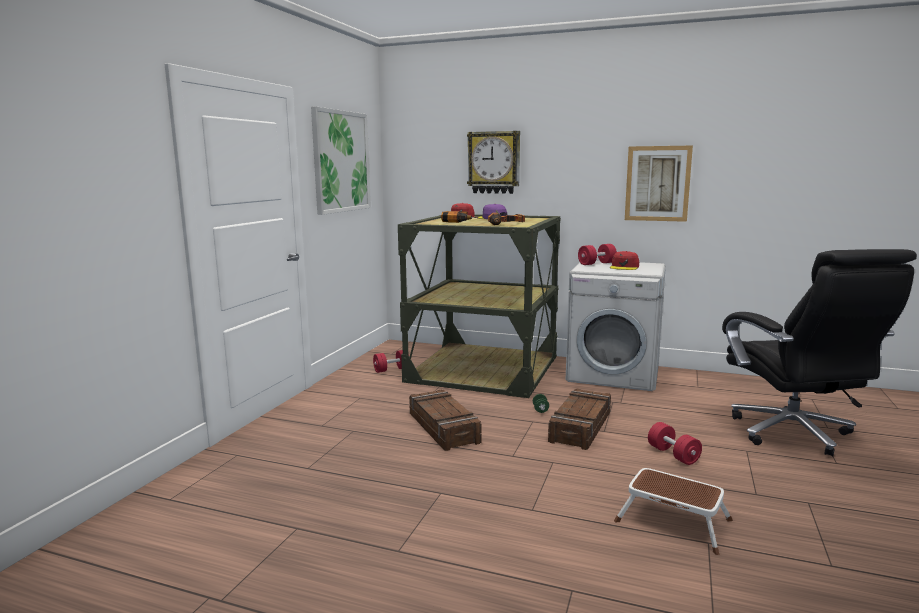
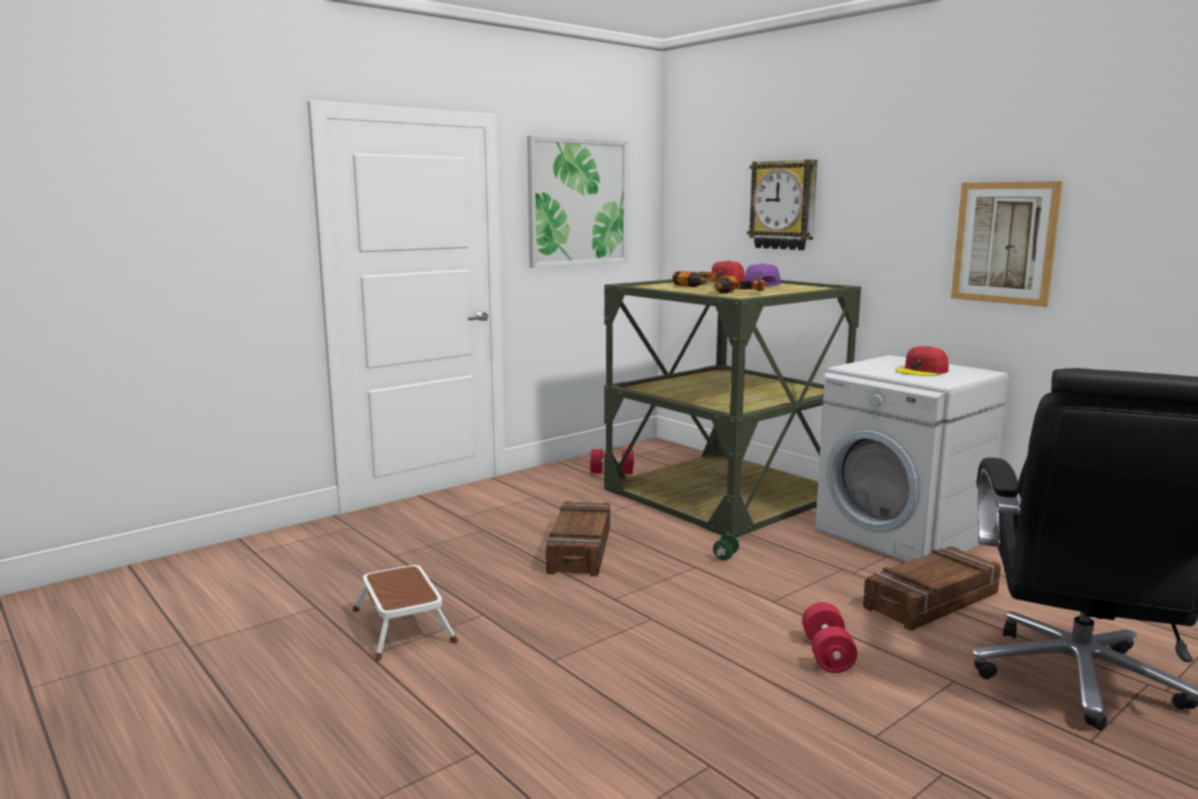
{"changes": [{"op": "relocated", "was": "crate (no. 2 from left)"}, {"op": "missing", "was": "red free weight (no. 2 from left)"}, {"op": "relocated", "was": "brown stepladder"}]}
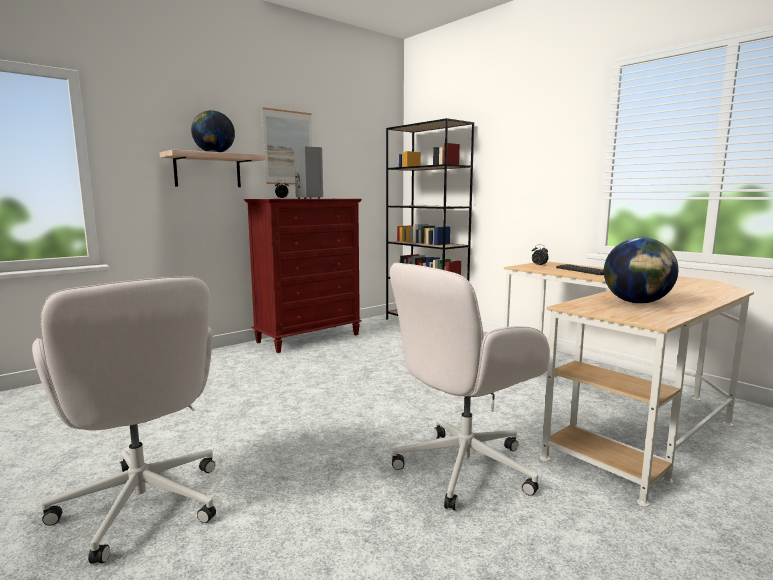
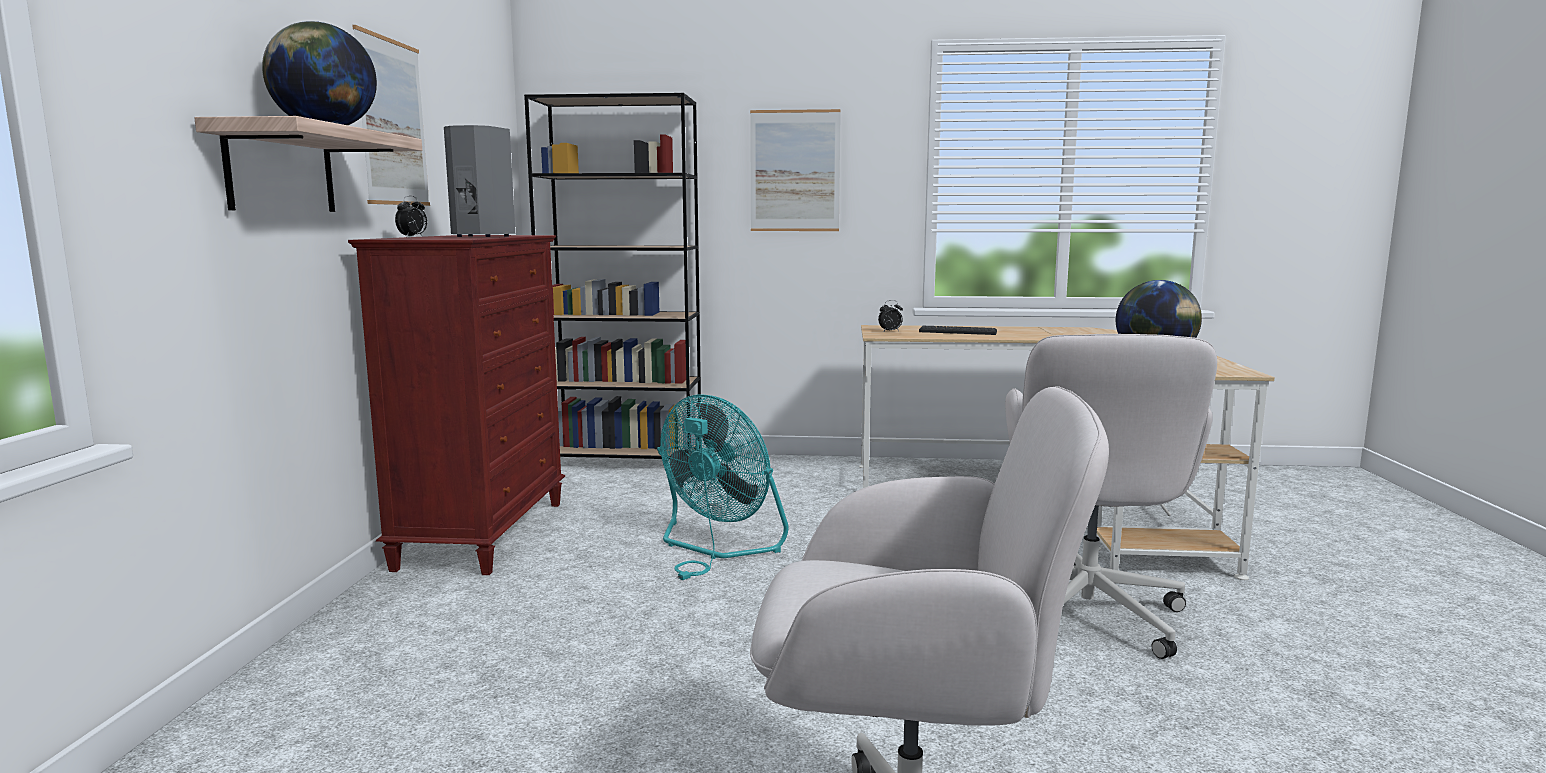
{"changes": [{"op": "appeared", "now": "blue-green fan"}, {"op": "appeared", "now": "picture (no. 2 from left)"}]}
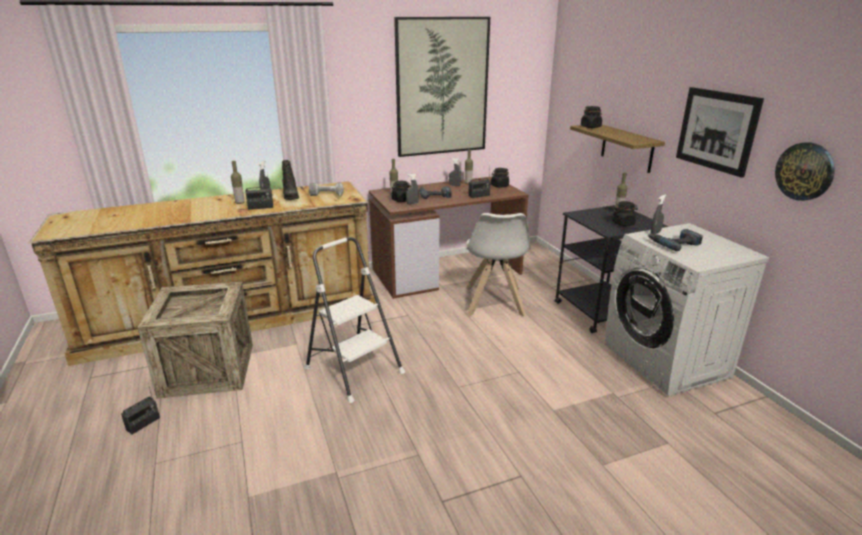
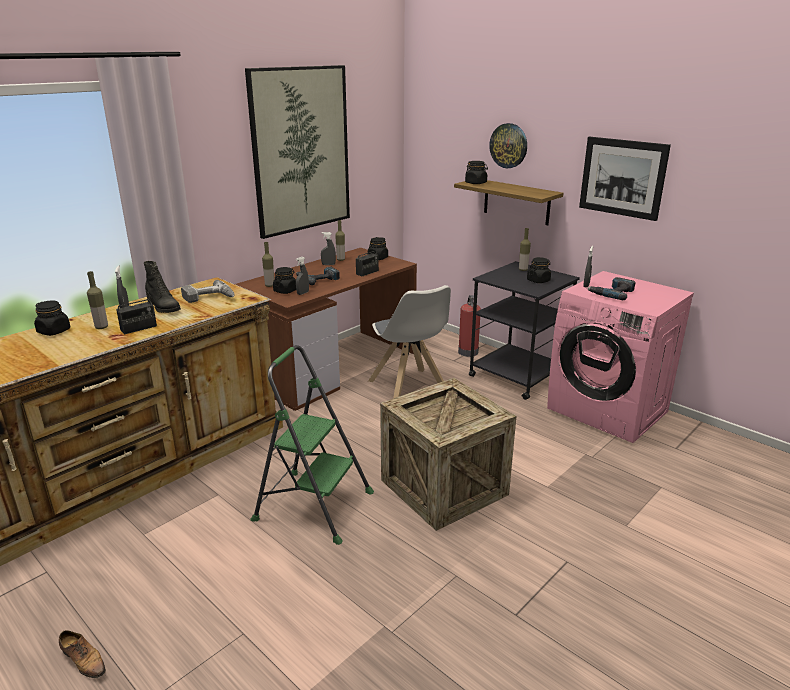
{"changes": [{"op": "exchanged", "was": "radio set (no. 1 from left)", "now": "item of footwear"}, {"op": "relocated", "was": "crate"}, {"op": "colour", "was": "whitish stepladder", "now": "green-coloured stepladder"}, {"op": "colour", "was": "whitish laundry appliance", "now": "pinkish laundry appliance"}, {"op": "relocated", "was": "clock on the wall"}, {"op": "appeared", "now": "blackish preserve jar (no. 1 from left)"}, {"op": "appeared", "now": "fire extinguisher"}]}
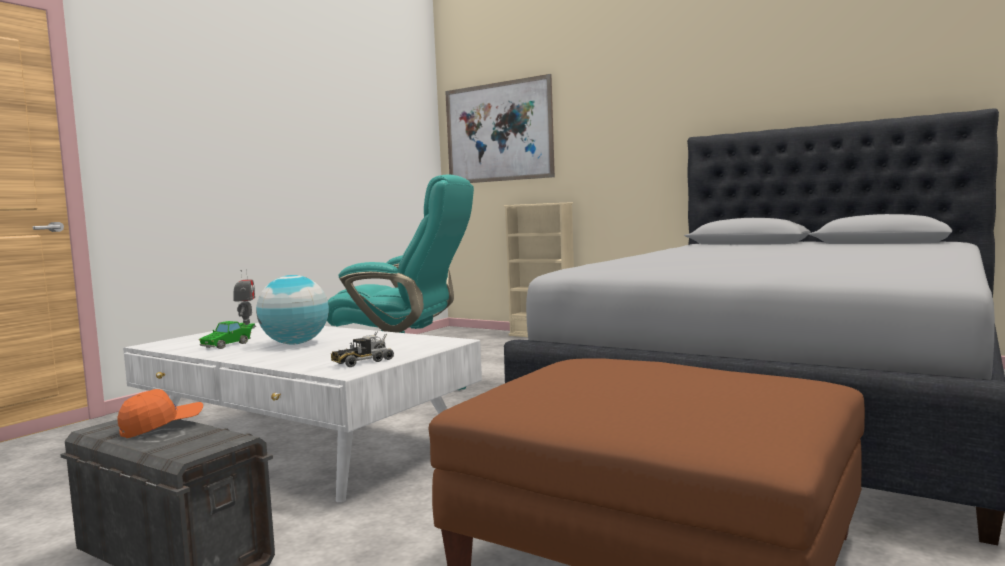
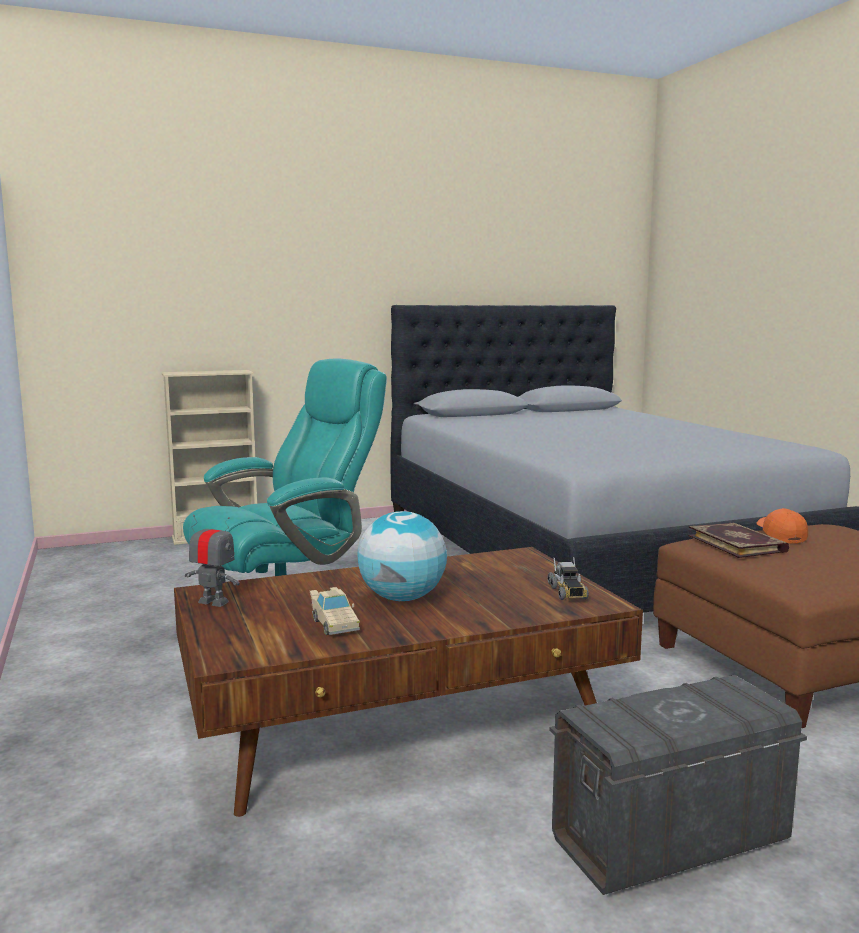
{"changes": [{"op": "relocated", "was": "orange-coloured peaked cap"}, {"op": "colour", "was": "whitish low table", "now": "brown low table"}, {"op": "colour", "was": "green-coloured miniature car", "now": "beige miniature car"}, {"op": "missing", "was": "picture"}, {"op": "appeared", "now": "book"}]}
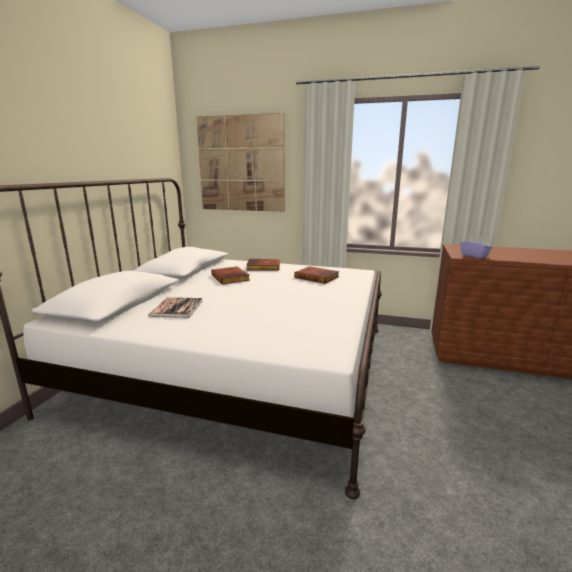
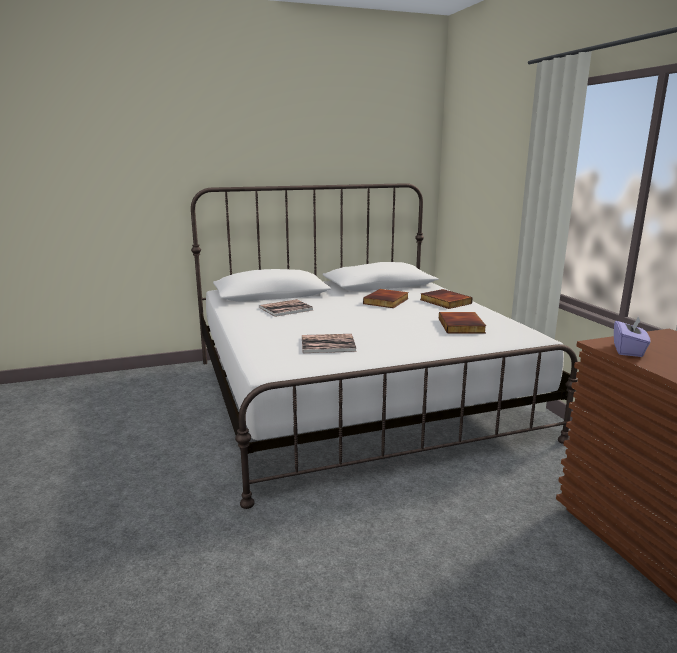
{"changes": [{"op": "missing", "was": "picture"}, {"op": "appeared", "now": "book (no. 2 from left)"}]}
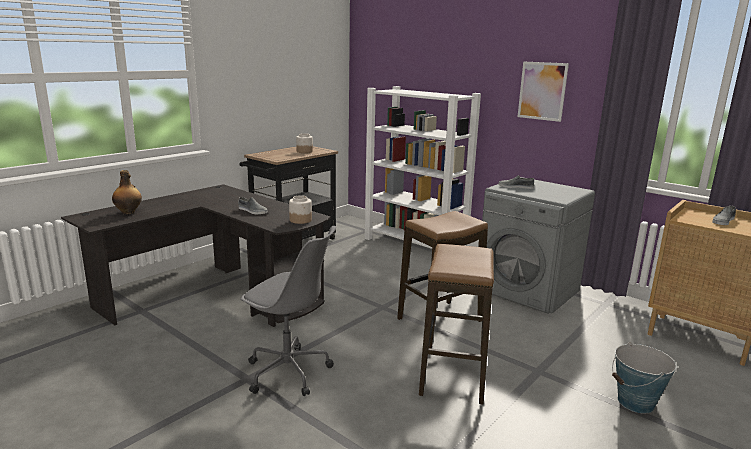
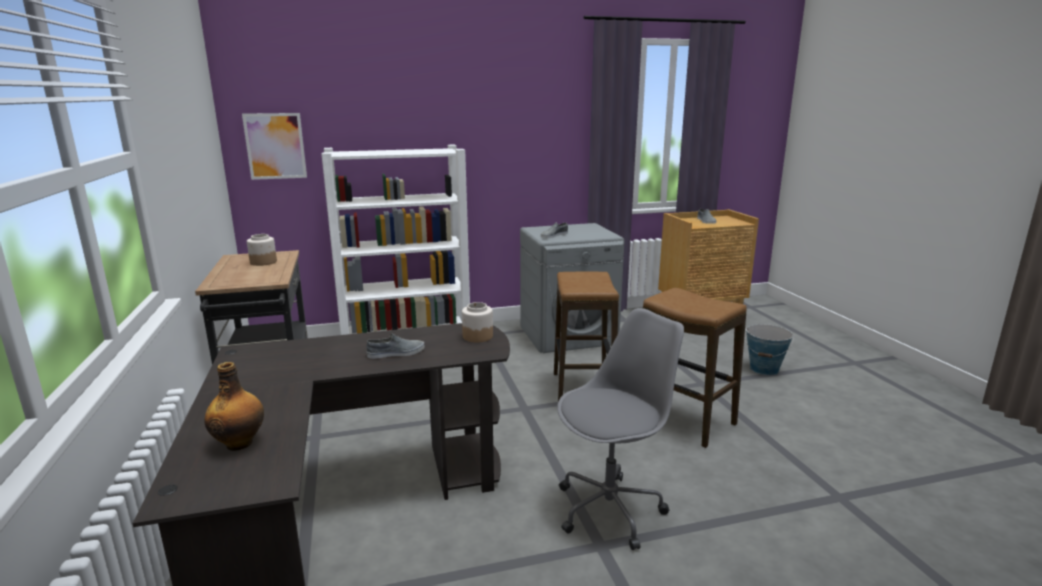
{"changes": [{"op": "relocated", "was": "picture"}]}
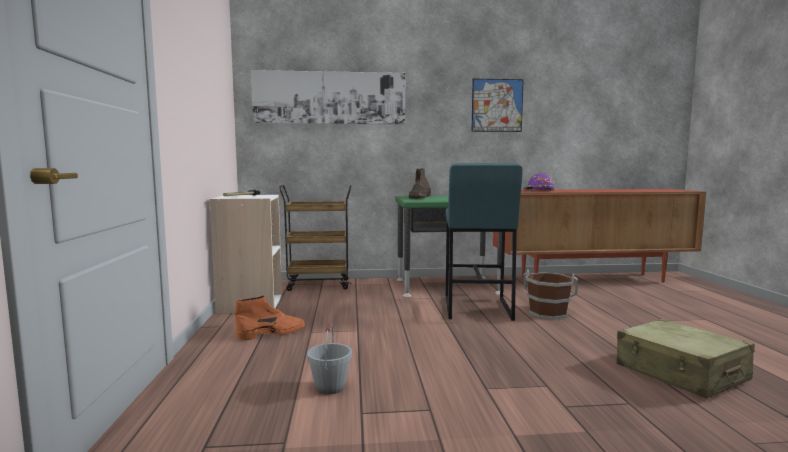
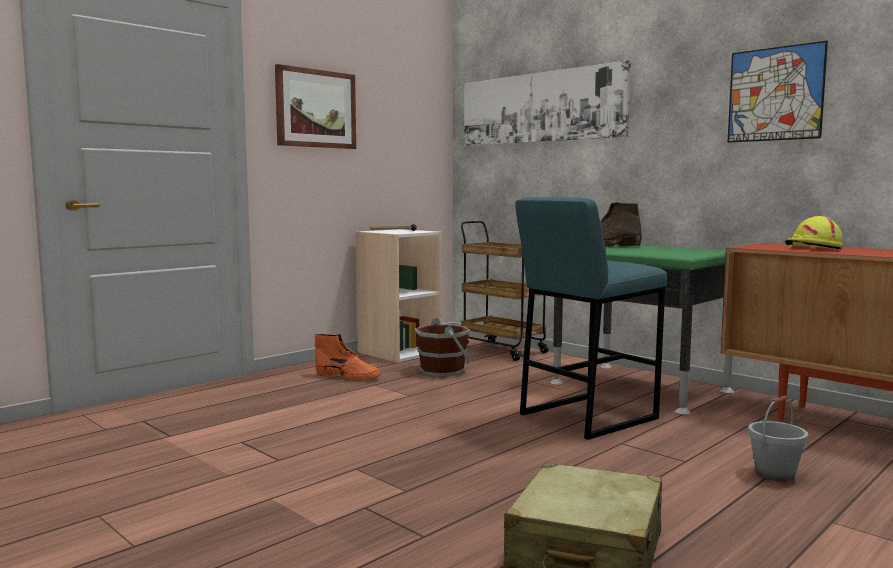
{"changes": [{"op": "relocated", "was": "grey pail"}, {"op": "colour", "was": "purplish safety helmet", "now": "yellowish safety helmet"}, {"op": "relocated", "was": "brown pail"}, {"op": "appeared", "now": "picture (no. 1 from left)"}]}
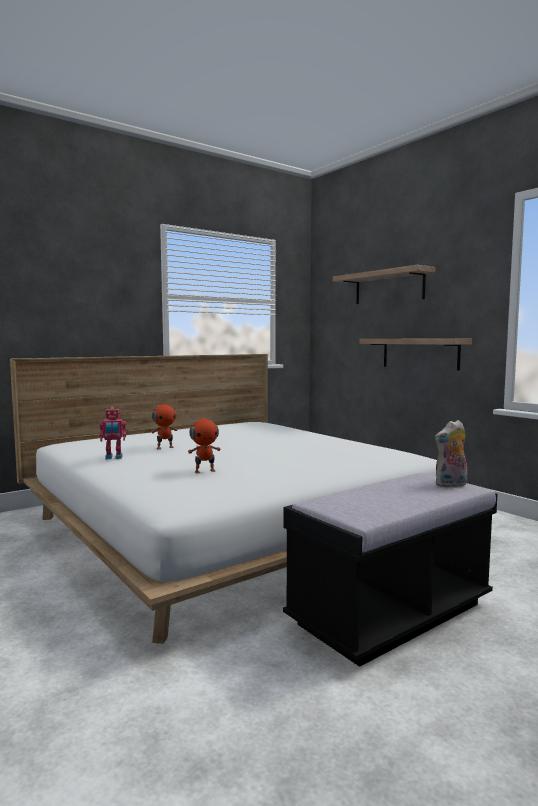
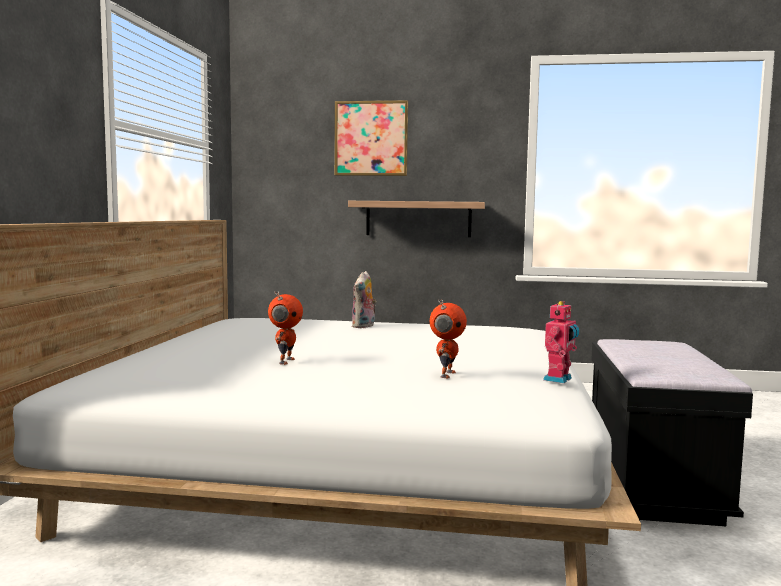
{"changes": [{"op": "relocated", "was": "model robot (no. 1 from left in the first image)", "now": "model robot (no. 3 from left)"}, {"op": "exchanged", "was": "bracket shelf (no. 1 from left)", "now": "picture"}, {"op": "relocated", "was": "cuddly toy"}]}
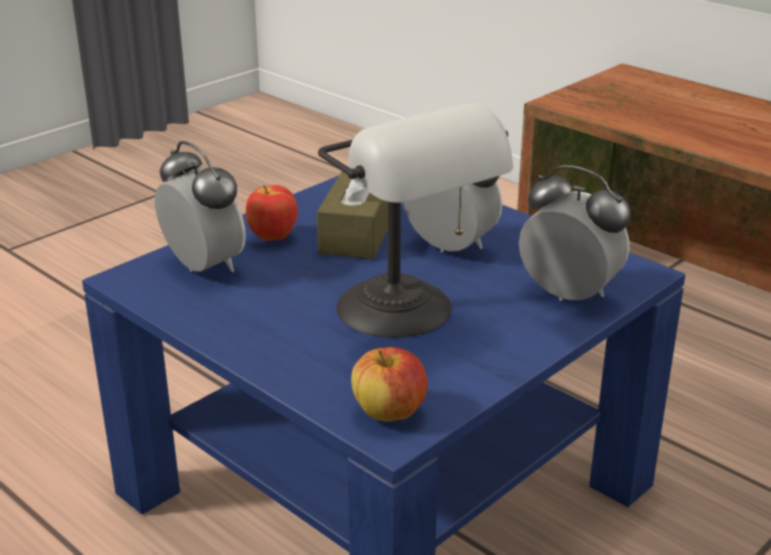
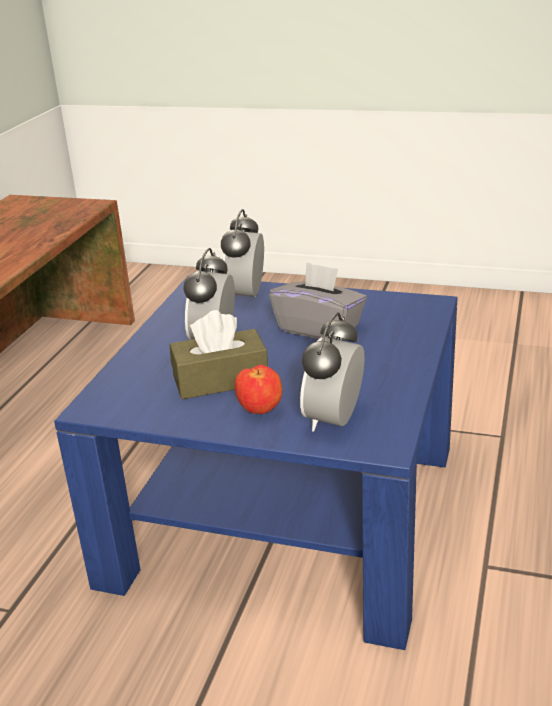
{"changes": [{"op": "exchanged", "was": "table lamp", "now": "grey tissue holder"}, {"op": "missing", "was": "whole apple (no. 2 from left)"}]}
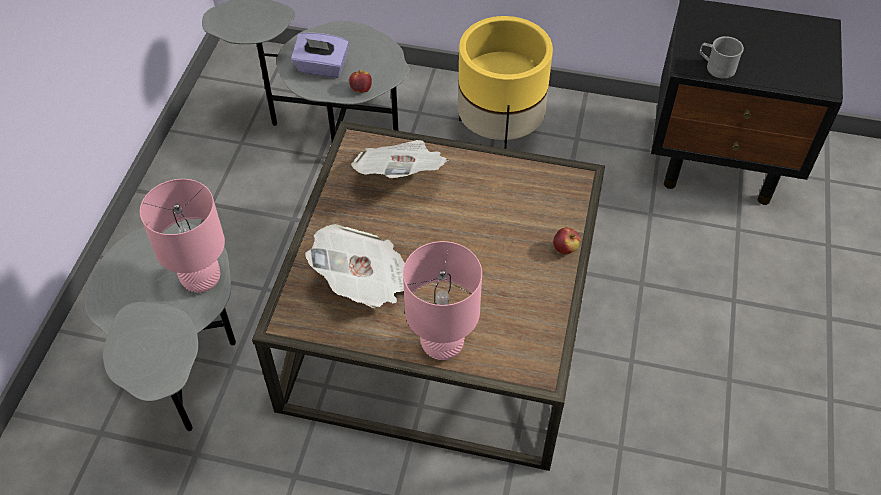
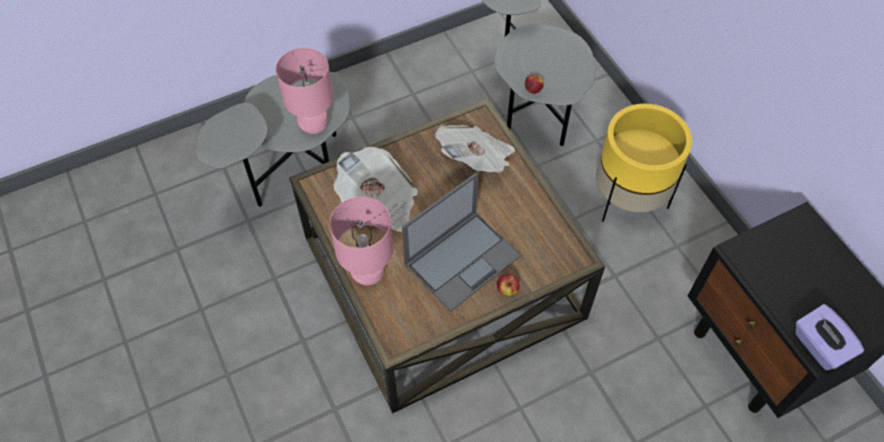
{"changes": [{"op": "relocated", "was": "purplish tissue holder"}, {"op": "missing", "was": "grey mug"}, {"op": "appeared", "now": "notebook computer"}]}
